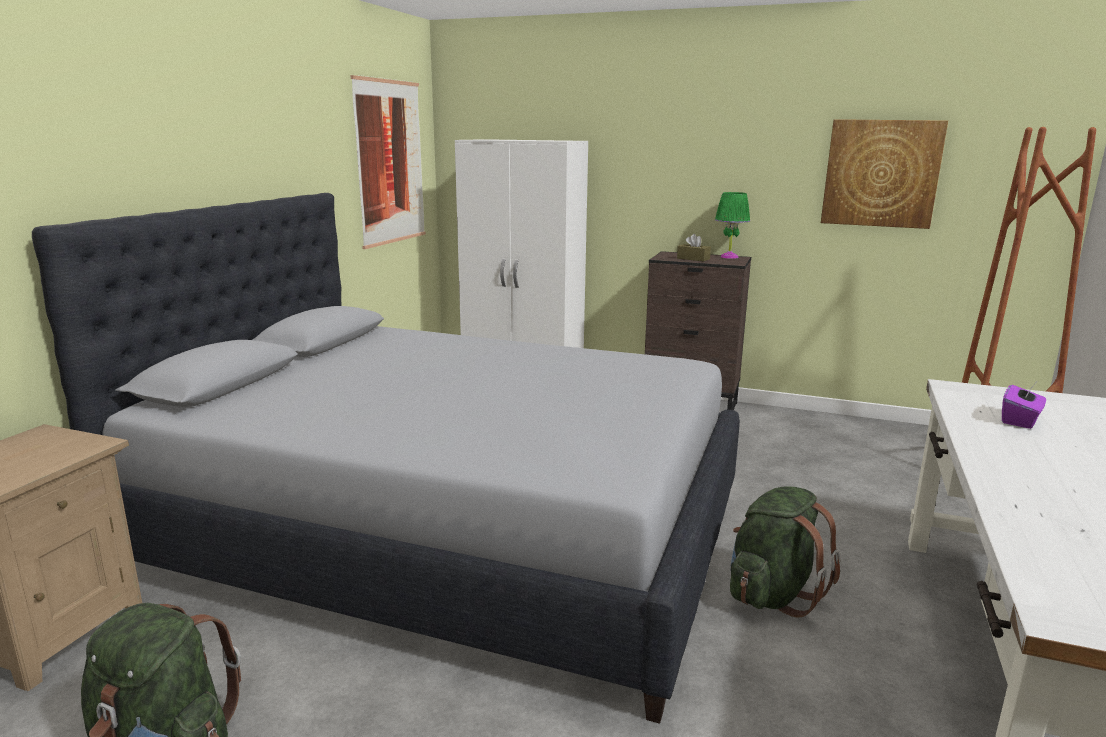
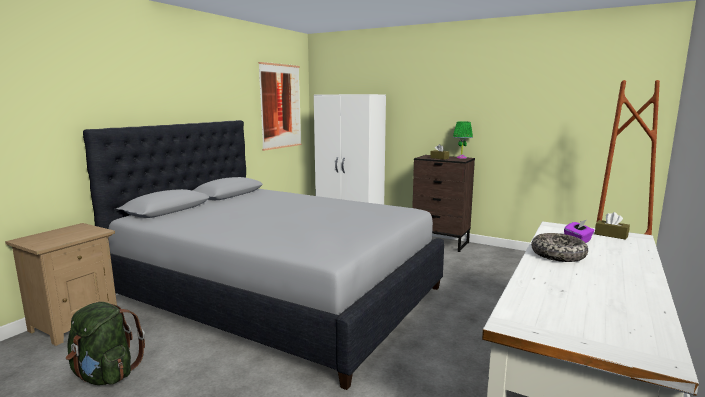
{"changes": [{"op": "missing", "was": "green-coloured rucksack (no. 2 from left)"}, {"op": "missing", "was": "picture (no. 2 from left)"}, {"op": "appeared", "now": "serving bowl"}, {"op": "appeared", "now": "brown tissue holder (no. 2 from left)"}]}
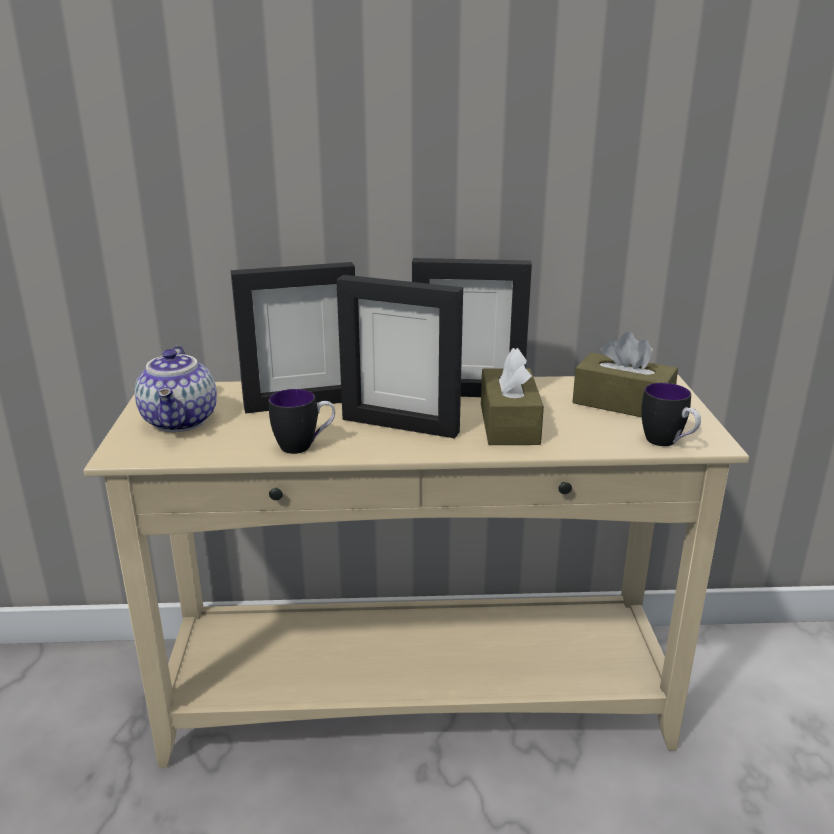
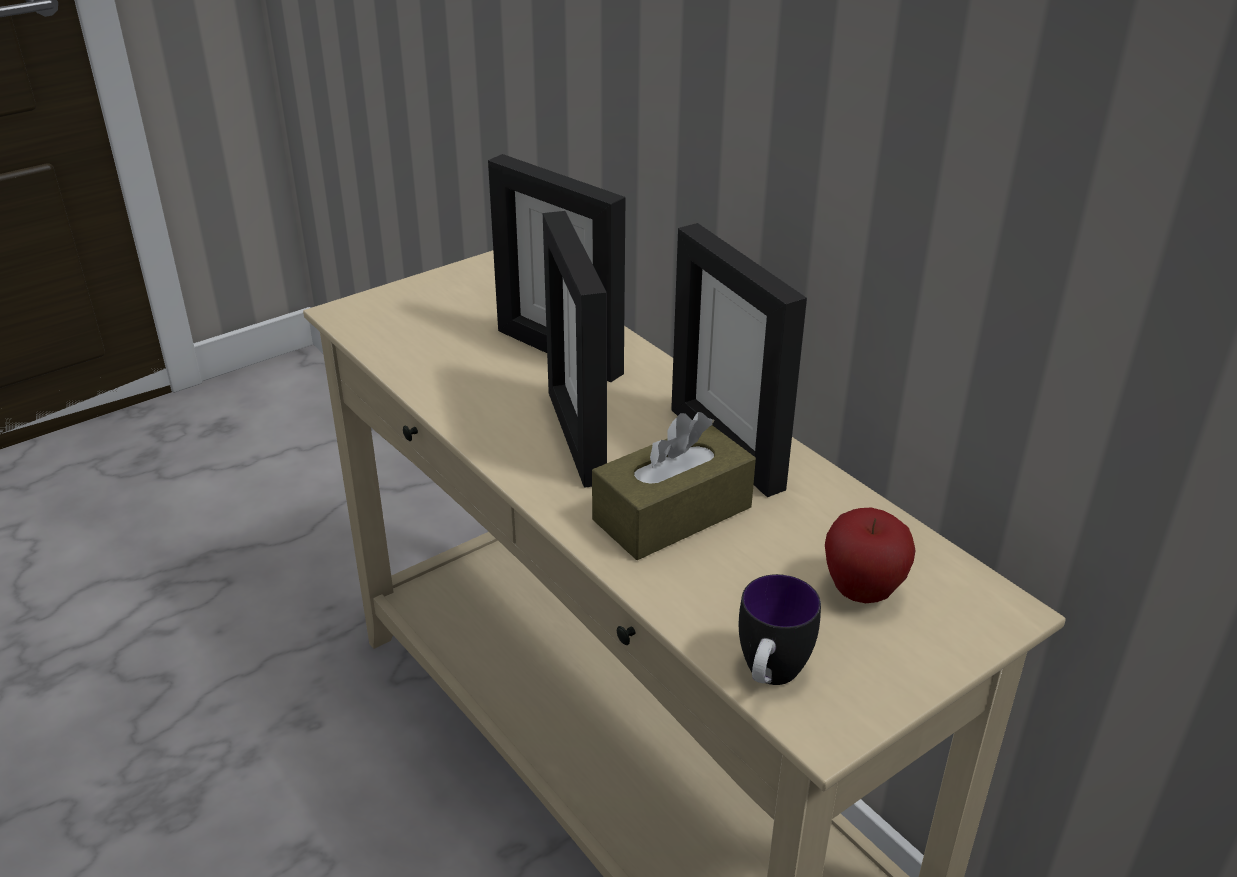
{"changes": [{"op": "missing", "was": "pot for tea"}, {"op": "missing", "was": "mug (no. 1 from left)"}, {"op": "exchanged", "was": "brown tissue holder (no. 2 from left)", "now": "whole apple"}]}
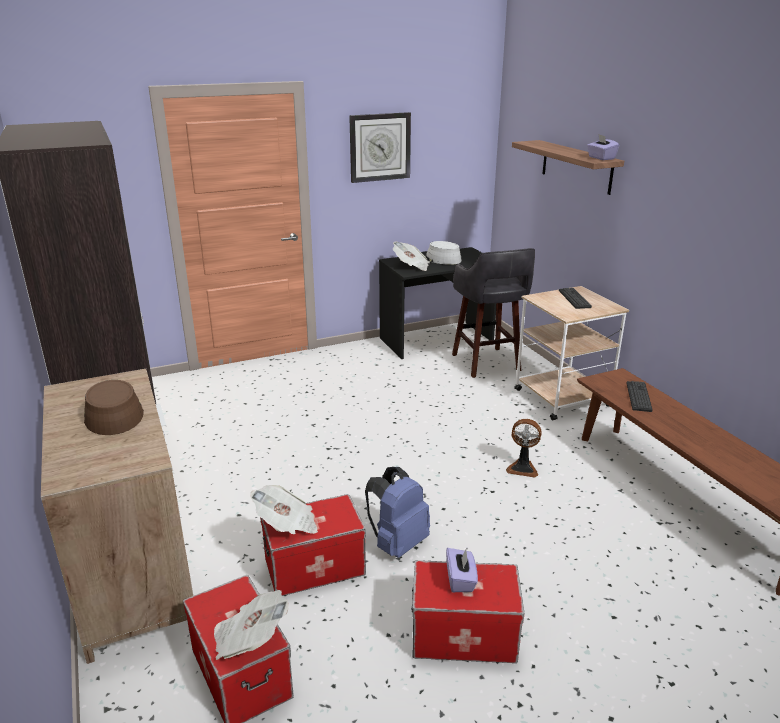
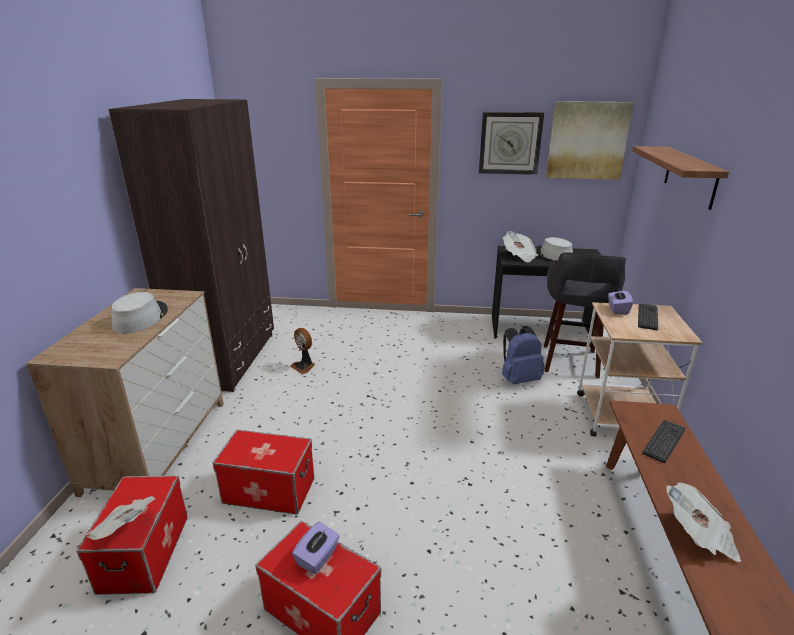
{"changes": [{"op": "colour", "was": "brown wearable hat", "now": "grey wearable hat (no. 1 from left)"}, {"op": "relocated", "was": "daily paper (no. 2 from left in the first image)", "now": "daily paper (no. 3 from left)"}, {"op": "relocated", "was": "blue-coloured rucksack"}, {"op": "relocated", "was": "fan"}, {"op": "relocated", "was": "purplish tissue holder (no. 2 from left)"}, {"op": "appeared", "now": "picture"}]}
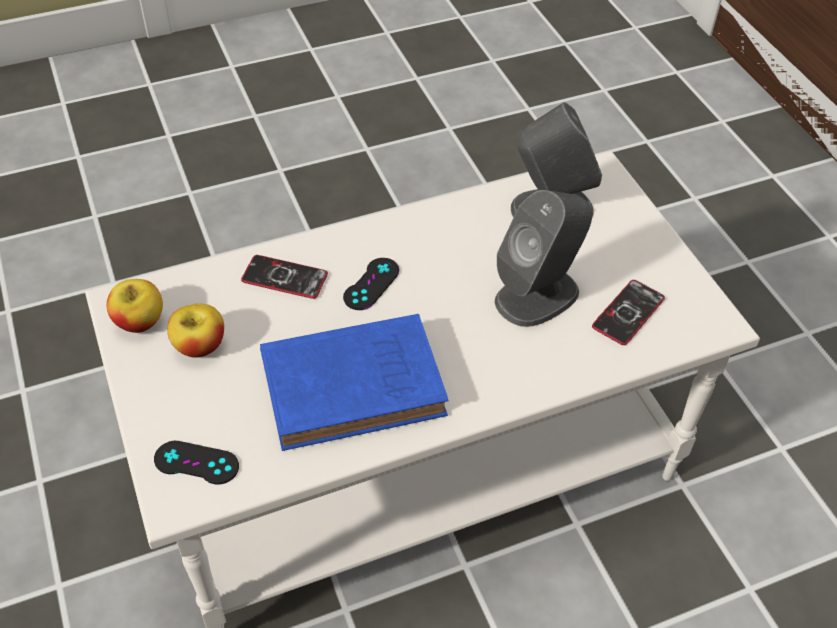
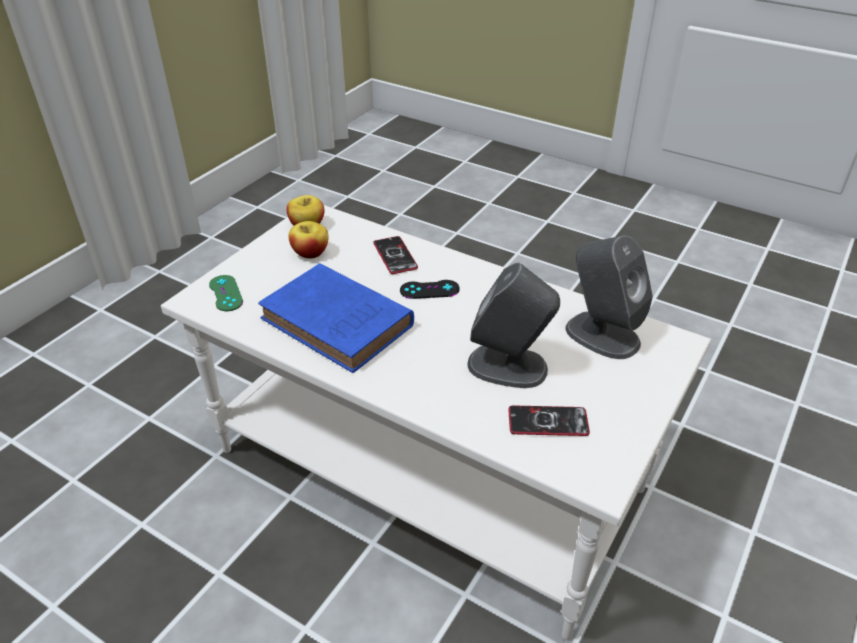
{"changes": [{"op": "colour", "was": "blackish joypad (no. 1 from left)", "now": "green-coloured joypad"}]}
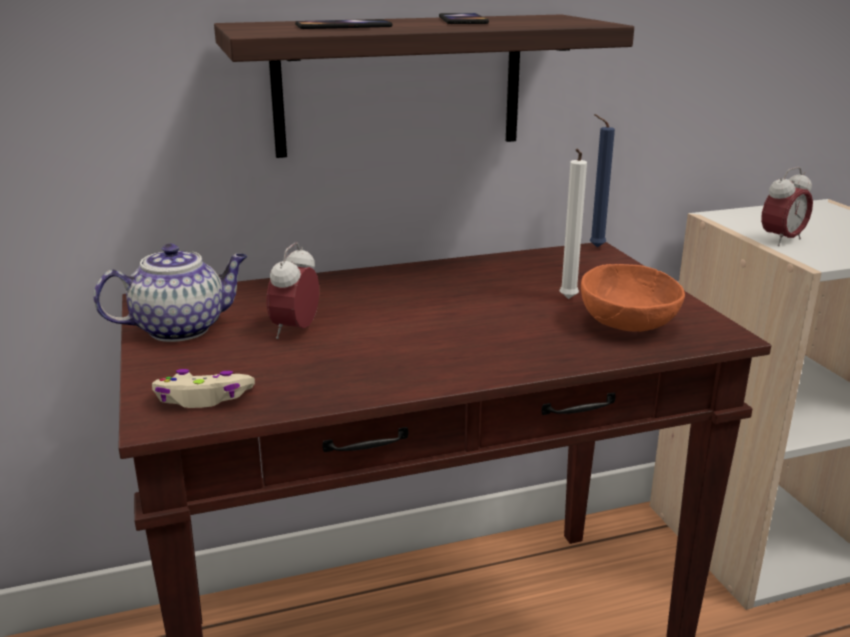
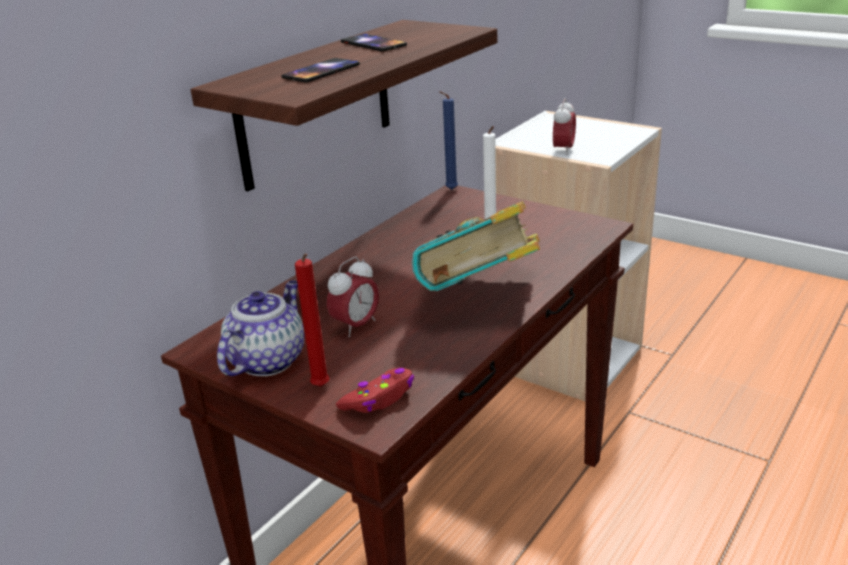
{"changes": [{"op": "colour", "was": "beige joypad", "now": "red joypad"}, {"op": "spun", "was": "alarm clock (no. 1 from left)", "clockwise": -120}, {"op": "missing", "was": "orange-coloured serving bowl"}, {"op": "appeared", "now": "red wax candle"}, {"op": "appeared", "now": "book"}]}
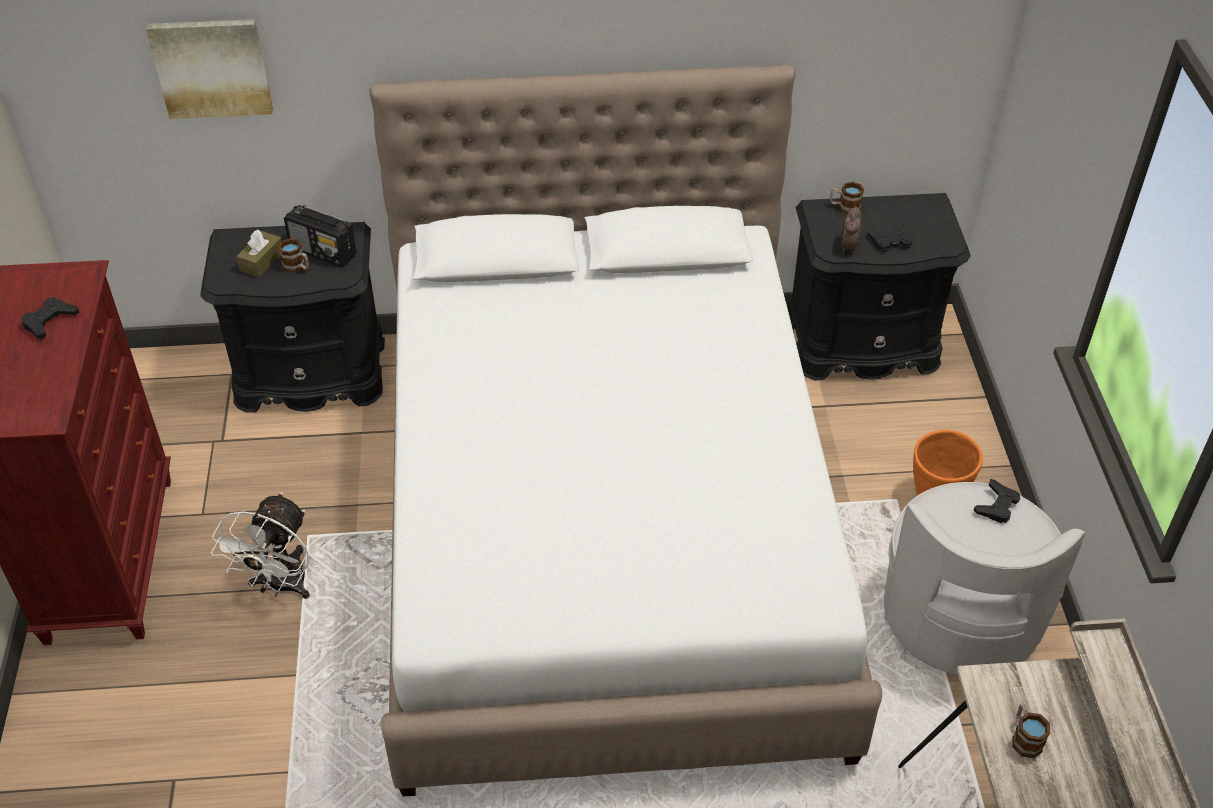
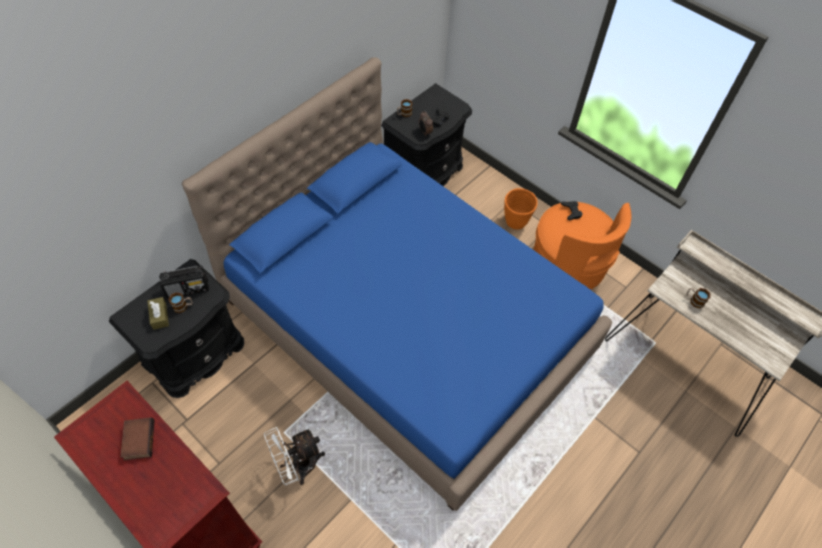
{"changes": [{"op": "exchanged", "was": "blackish joypad (no. 1 from left)", "now": "book"}, {"op": "missing", "was": "picture"}, {"op": "spun", "was": "whitish fan", "clockwise": 90}, {"op": "colour", "was": "whitish sleeping bed", "now": "blue-coloured sleeping bed"}, {"op": "colour", "was": "whitish easy chair", "now": "orange-coloured easy chair"}]}
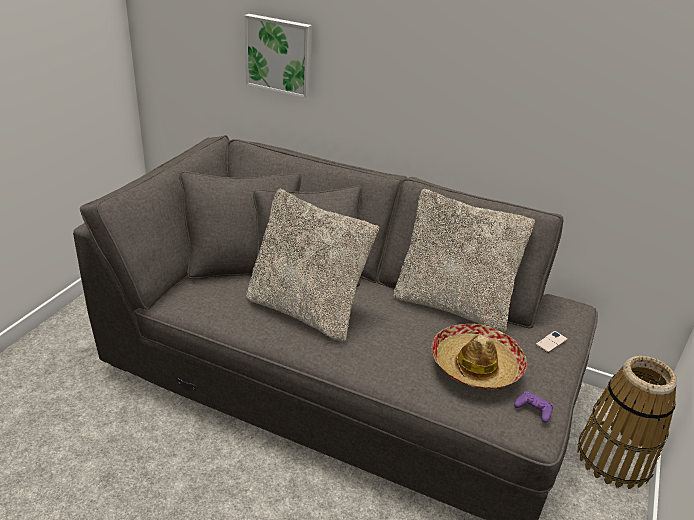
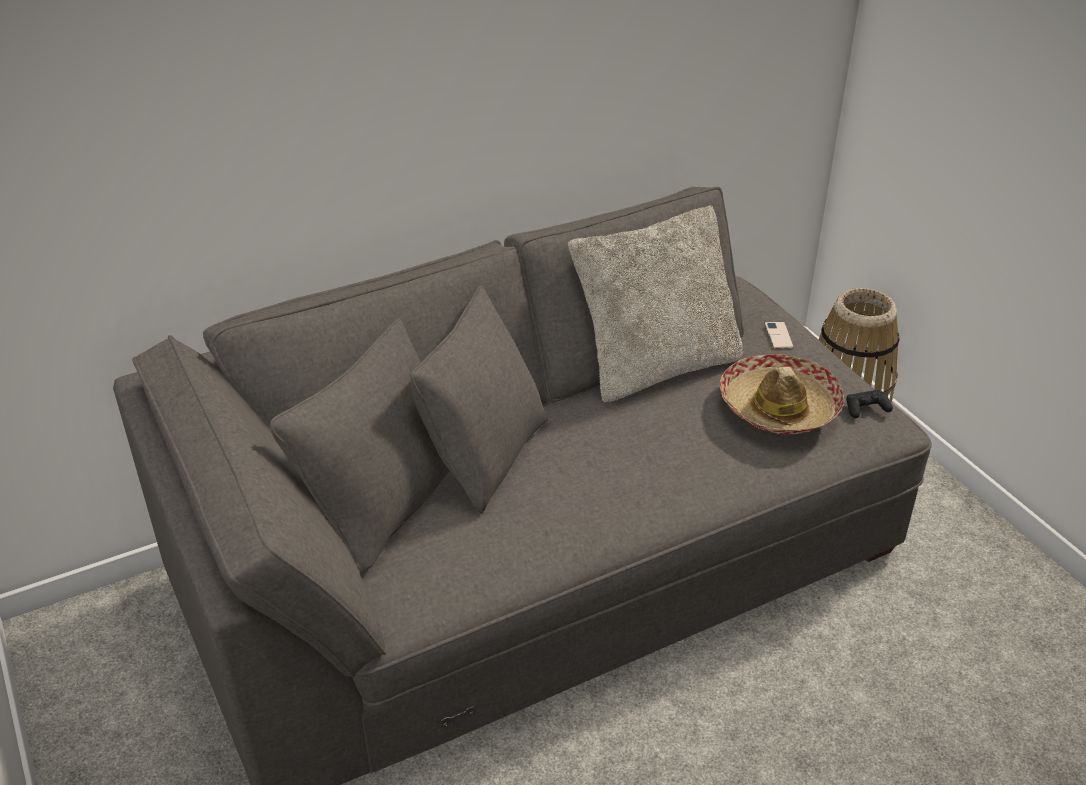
{"changes": [{"op": "missing", "was": "picture"}, {"op": "missing", "was": "beige cushion (no. 1 from left)"}, {"op": "colour", "was": "purplish joypad", "now": "blackish joypad"}]}
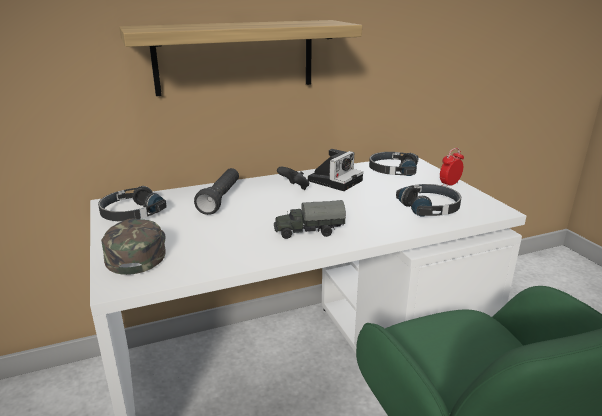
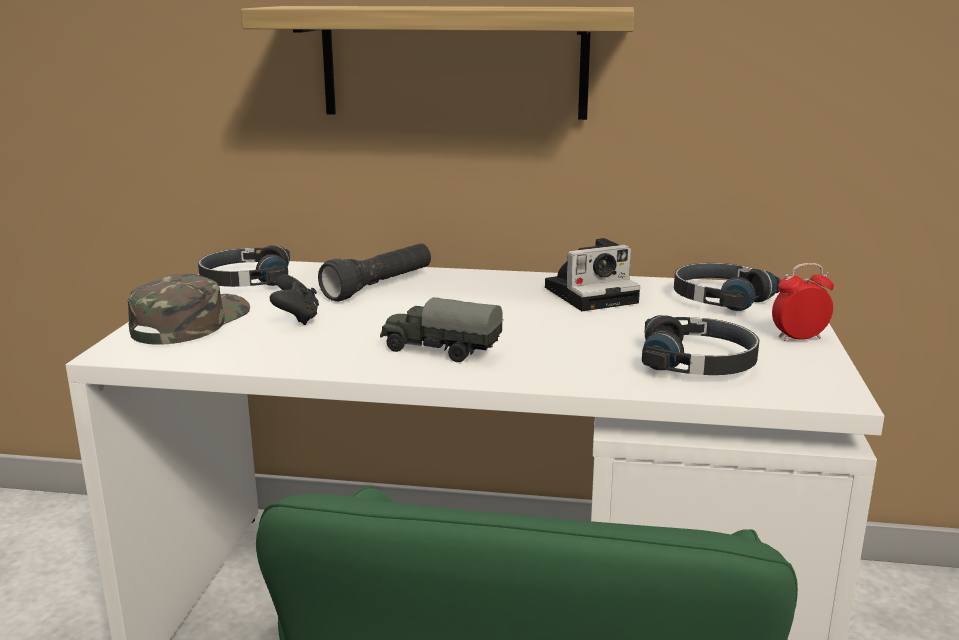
{"changes": [{"op": "relocated", "was": "blackish joypad"}]}
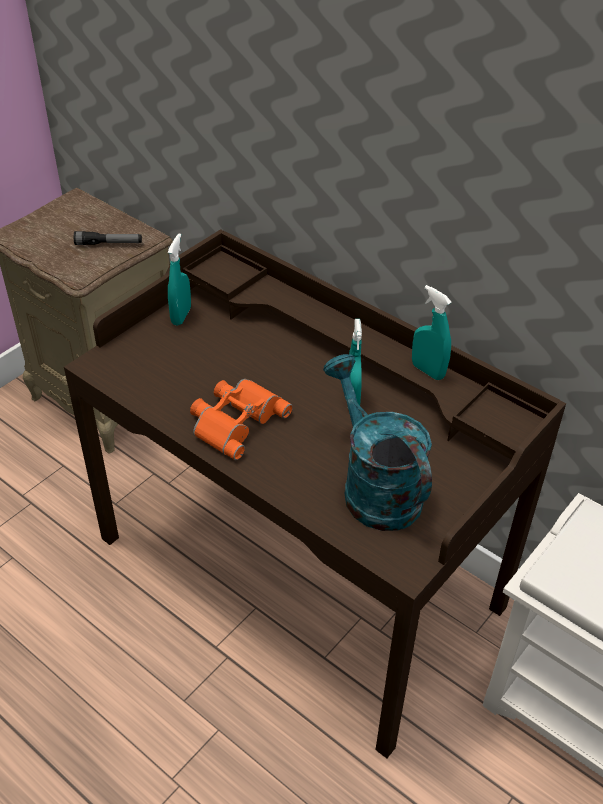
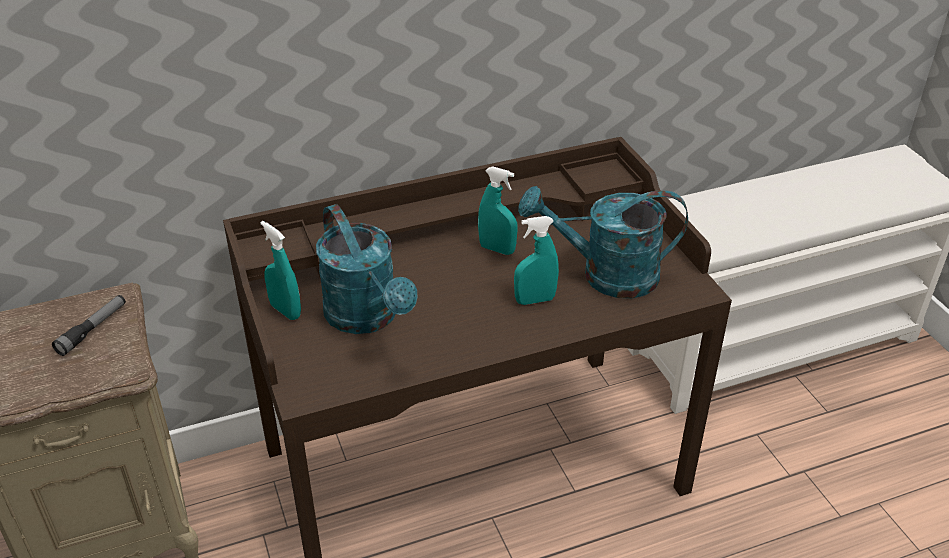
{"changes": [{"op": "missing", "was": "orange-coloured binoculars"}, {"op": "relocated", "was": "blue-green spray bottle (no. 3 from left)"}, {"op": "appeared", "now": "blue-green sprinkling can (no. 1 from left)"}]}
